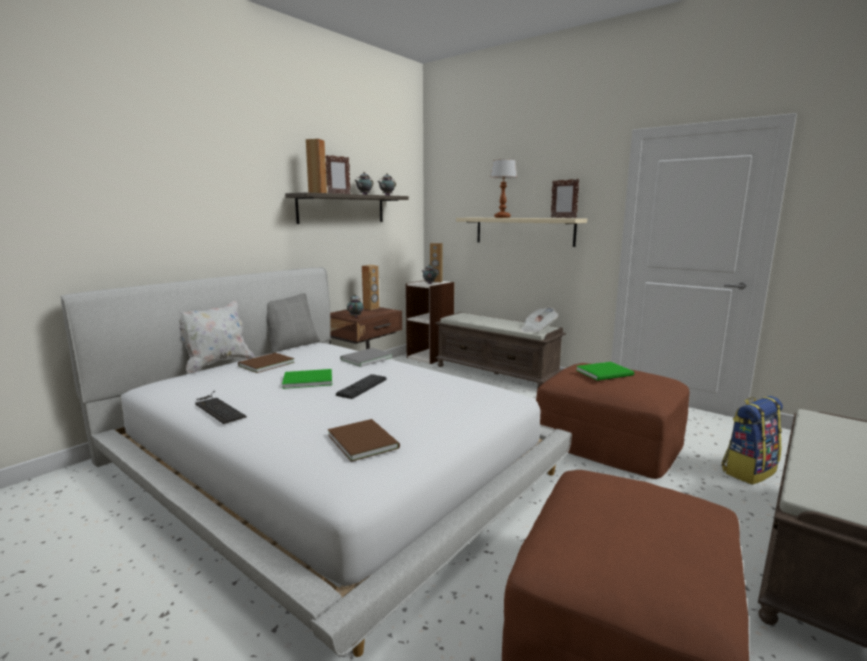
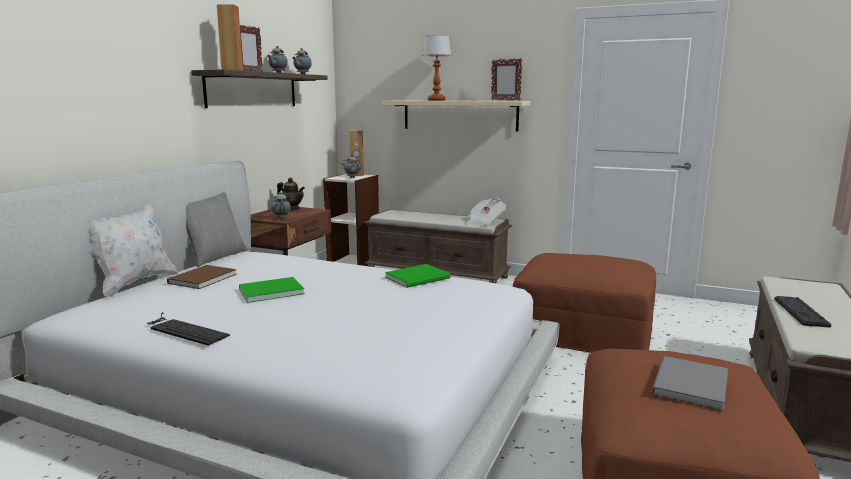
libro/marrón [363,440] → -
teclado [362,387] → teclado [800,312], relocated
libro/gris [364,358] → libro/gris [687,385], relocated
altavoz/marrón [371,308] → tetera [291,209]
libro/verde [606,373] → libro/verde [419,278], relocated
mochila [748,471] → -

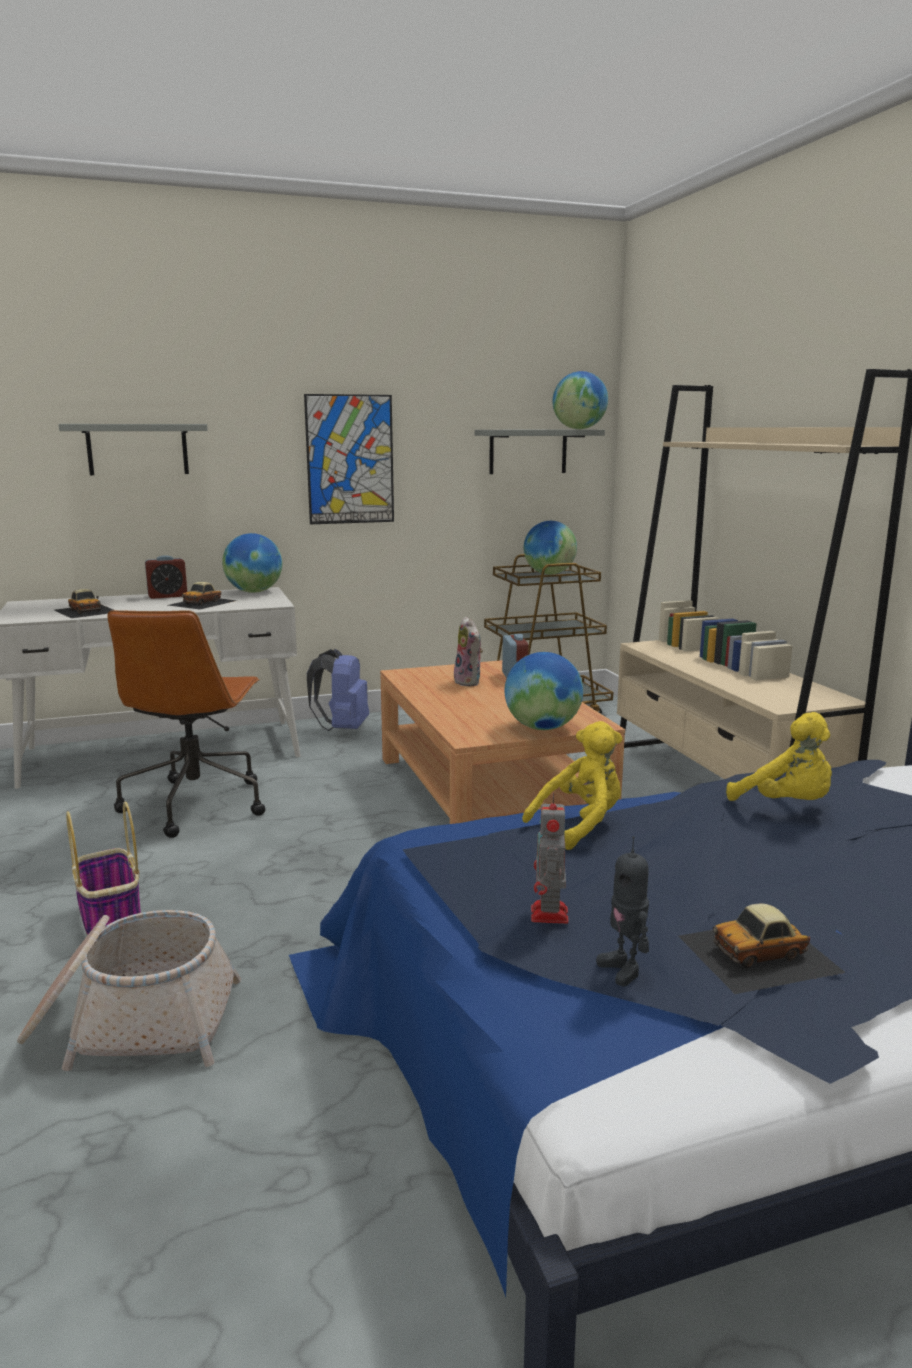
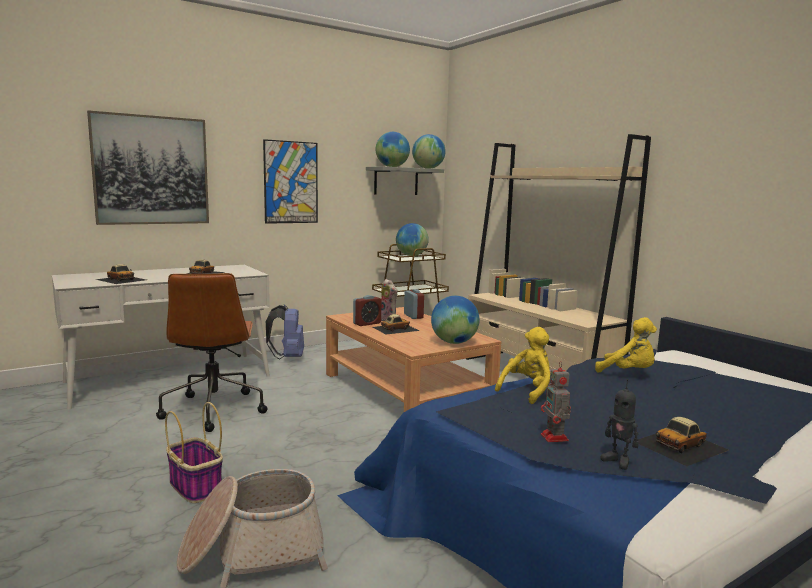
estante/gris [137,449] → cuadro [151,170]
despertador [167,596] → despertador [367,323], relocated
globo terráqueo [253,592] → globo terráqueo [392,167], relocated
- → coche de juguete [395,328]

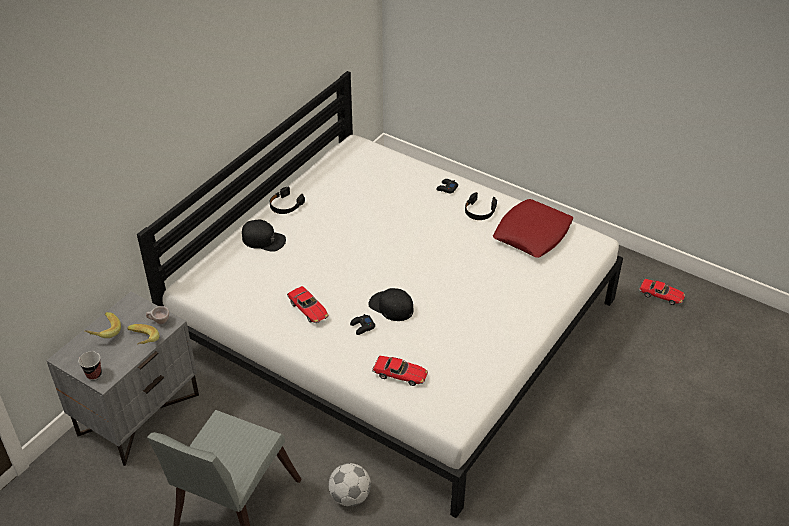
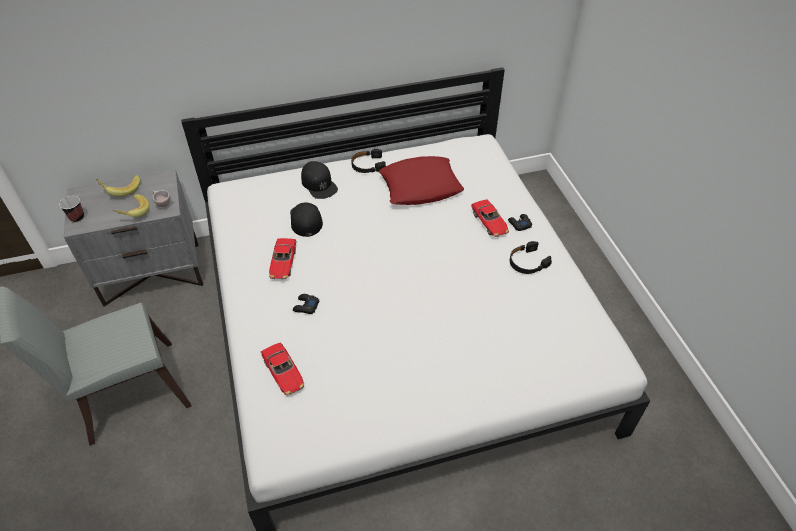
balón de fútbol [350,496] → -
gorra/negro [391,306] → gorra/negro [305,220], relocated
cojín/rojo [532,234] → cojín/rojo [420,187], relocated
coche de juguete [661,295] → coche de juguete [489,222], relocated

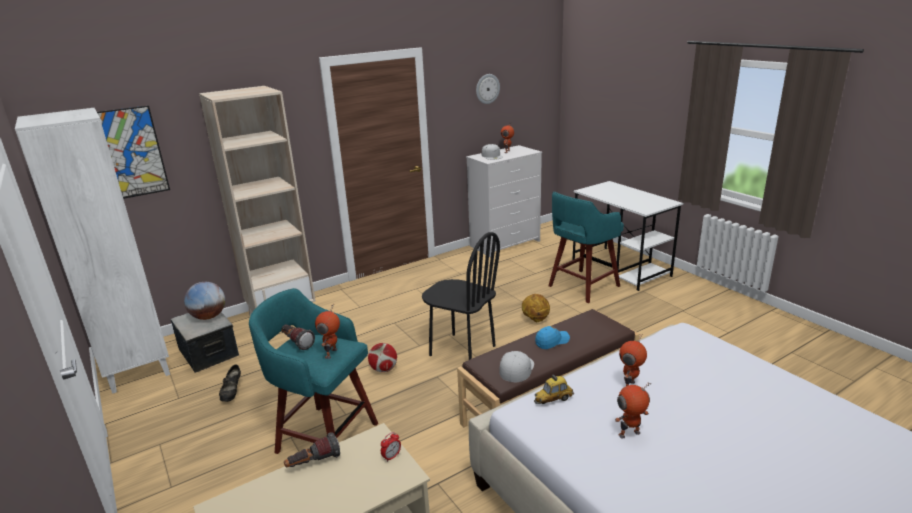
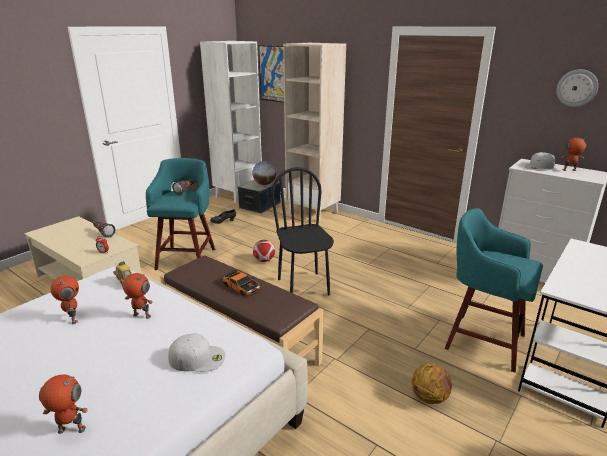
robot de juguete [332,353] → robot de juguete [71,431], relocated
silla/negro [462,351] → silla/negro [304,287], 150 degrees clockwise
gorra/blanco [516,368] → gorra/blanco [198,358], relocated
balón de baloncesto [535,319] → balón de baloncesto [430,397], relocated
gorra/azul [552,341] → coche de juguete [242,287]

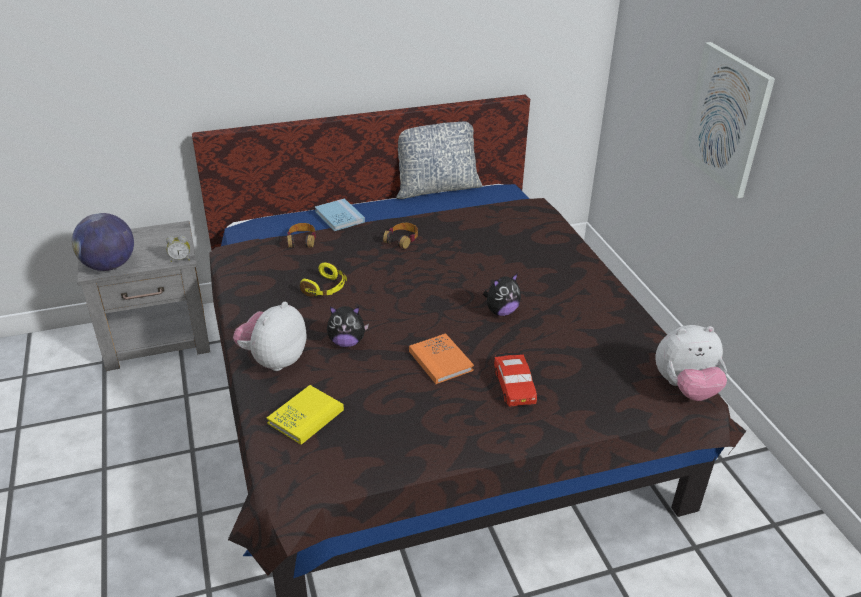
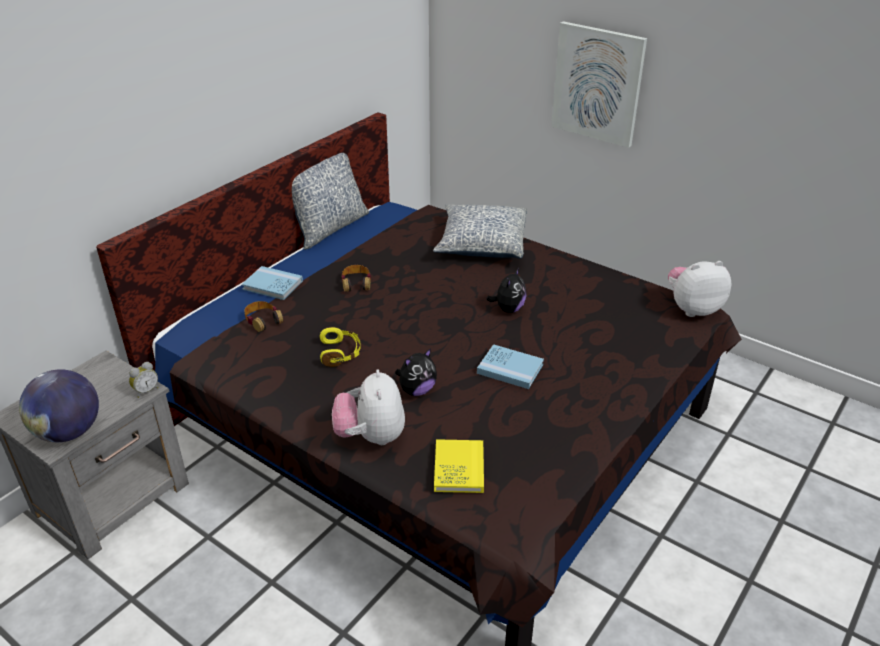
libro/naranja [440,361] → libro/azul [510,369]
coche de juguete/rojo [514,386] → -
peluche [685,388] → peluche [692,308], 150 degrees counterclockwise
- → cojín [481,243]

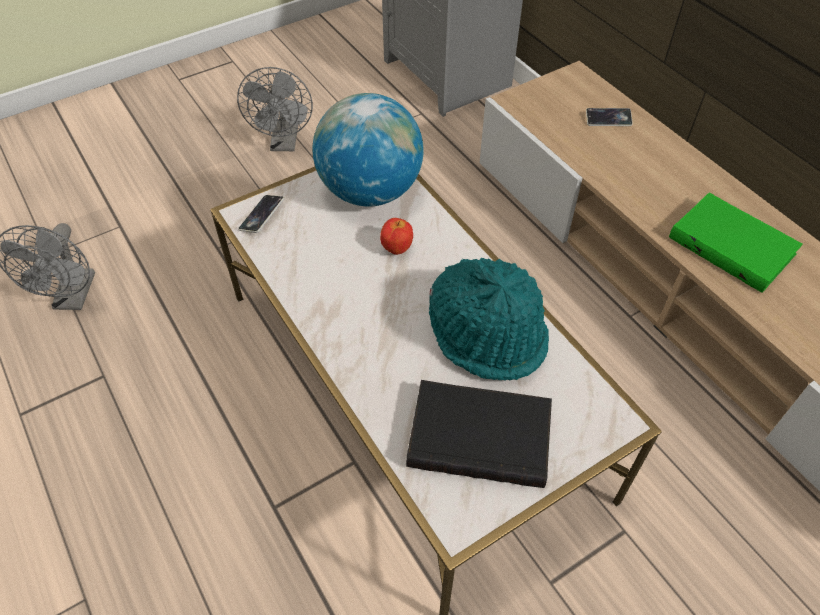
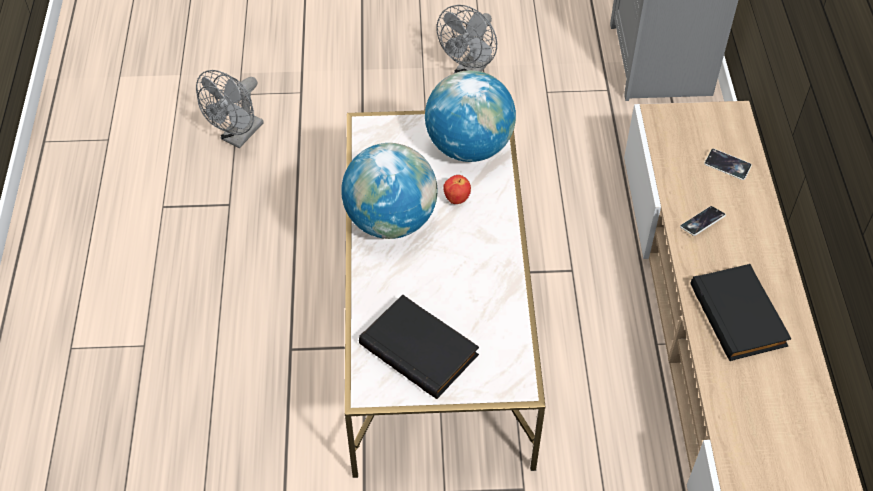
móvil [262,216] → móvil [702,222], relocated
sombrero/turquesa [488,332] → -
libro/verde [733,245] → libro/negro [740,315]
- → globo terráqueo [391,221]

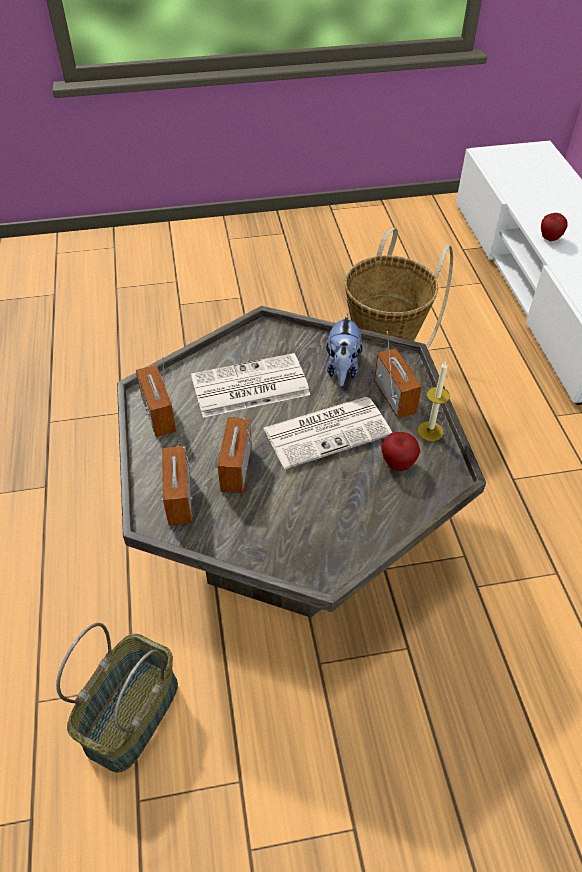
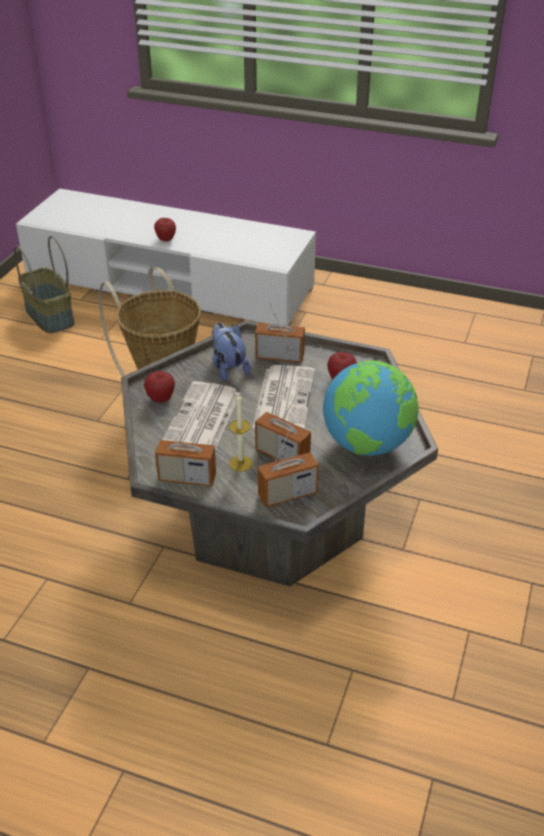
cesta [131,713] → cesta [49,316], relocated
radio [179,499] → radio [287,495], 45 degrees counterclockwise
peluche [342,369] → peluche [228,368], 150 degrees counterclockwise
vela [430,431] → vela [241,463], relocated
- → manzana [161,399]
- → globo terráqueo [367,444]

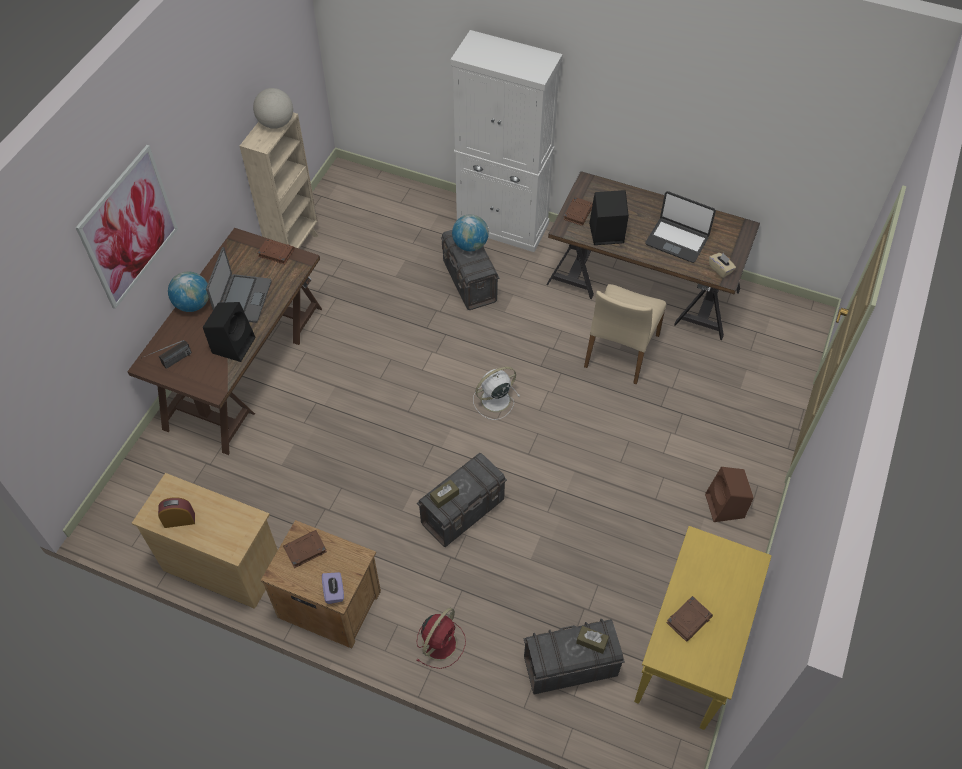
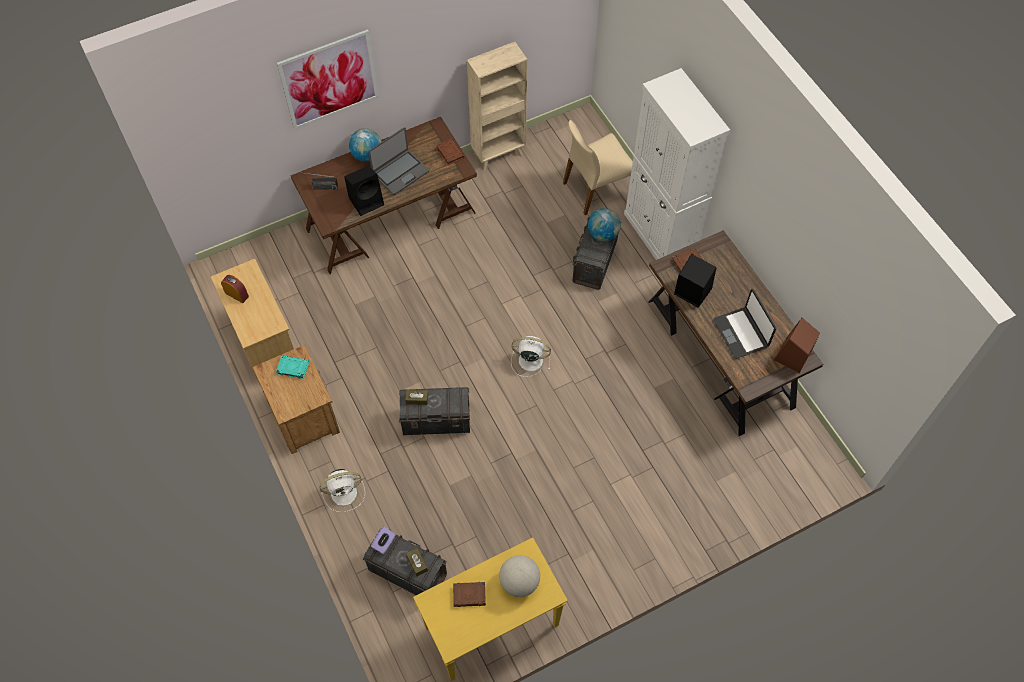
globo terráqueo [276,123] → globo terráqueo [519,582], relocated
libro/marrón [305,550] → libro/turquesa [292,368]
caja de pañuelos/morado [334,592] → caja de pañuelos/morado [384,543], relocated
ventilador/rojo [440,642] → ventilador/blanco [345,492]
silla/beis [620,351] → silla/beis [597,189], relocated
altavoz/marrón [725,507] → altavoz/marrón [792,356], relocated
caja de pañuelos/beis [720,269] → -

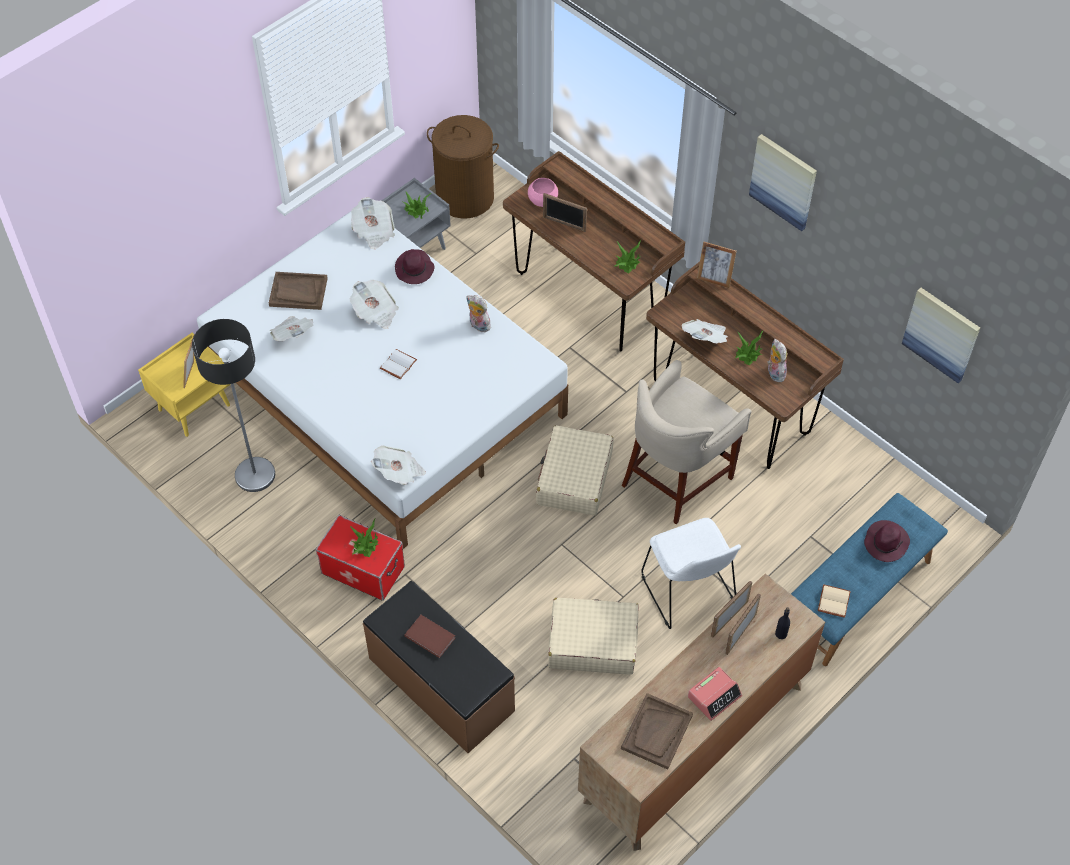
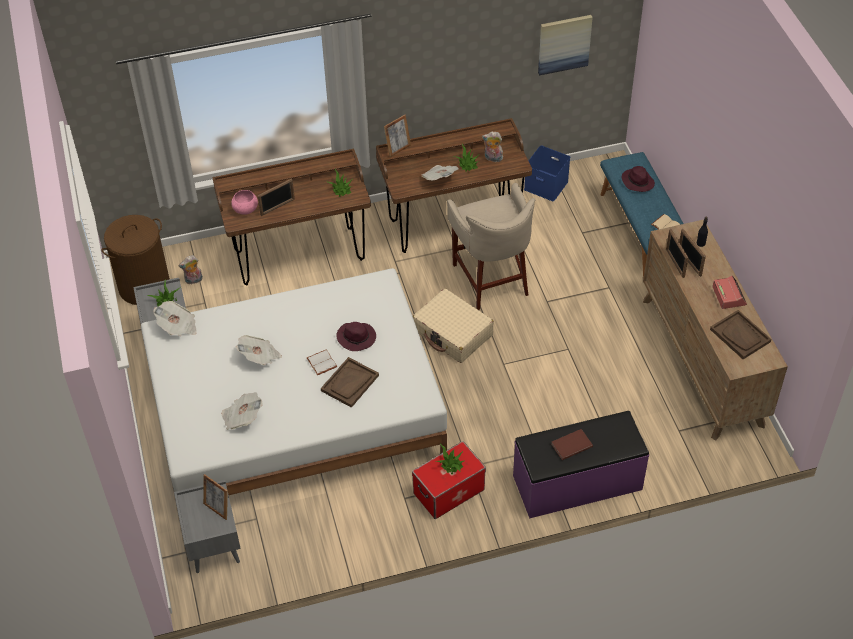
mesita de noche/amarillo [194,407] → mesita de noche/gris [212,545]
lámpara de pie [254,474] → -
bandeja/marrón [298,292] → bandeja/marrón [350,383], relocated
banco/marrón [440,685] → banco/morado [577,483]
periódico [399,473] → -
sombrero/morado [414,269] → sombrero/morado [357,338], relocated
peluche [478,325] → peluche [193,281], relocated
maleta/beis [592,642] → -
silla/blanco [689,592] → -
cuadro [783,181] → -
- → caja de almacenaje/azul [547,185]

